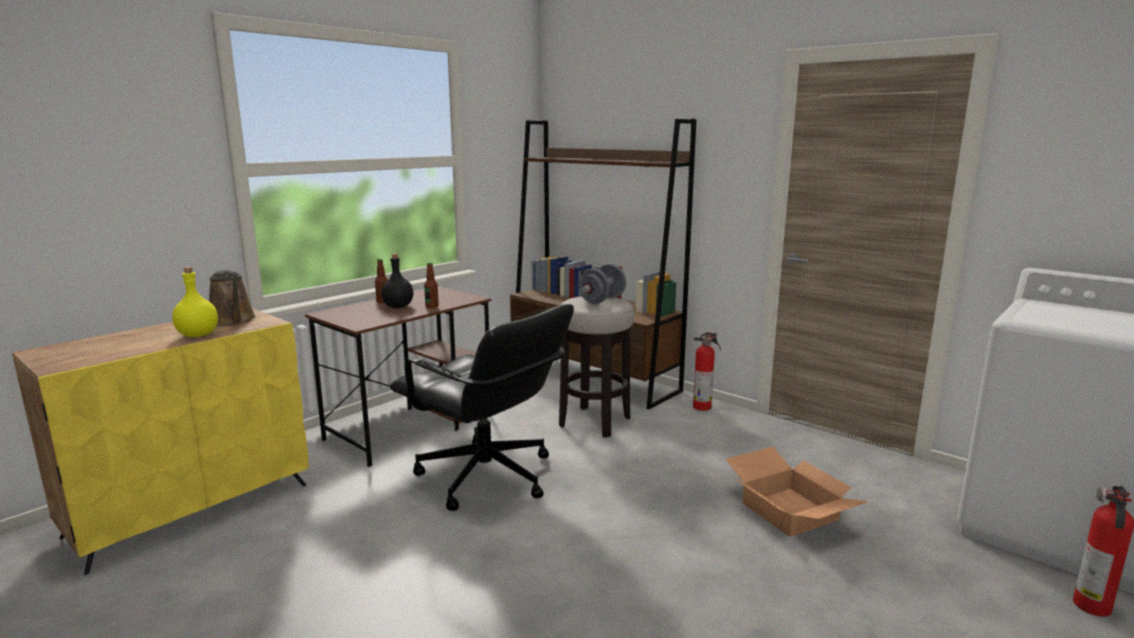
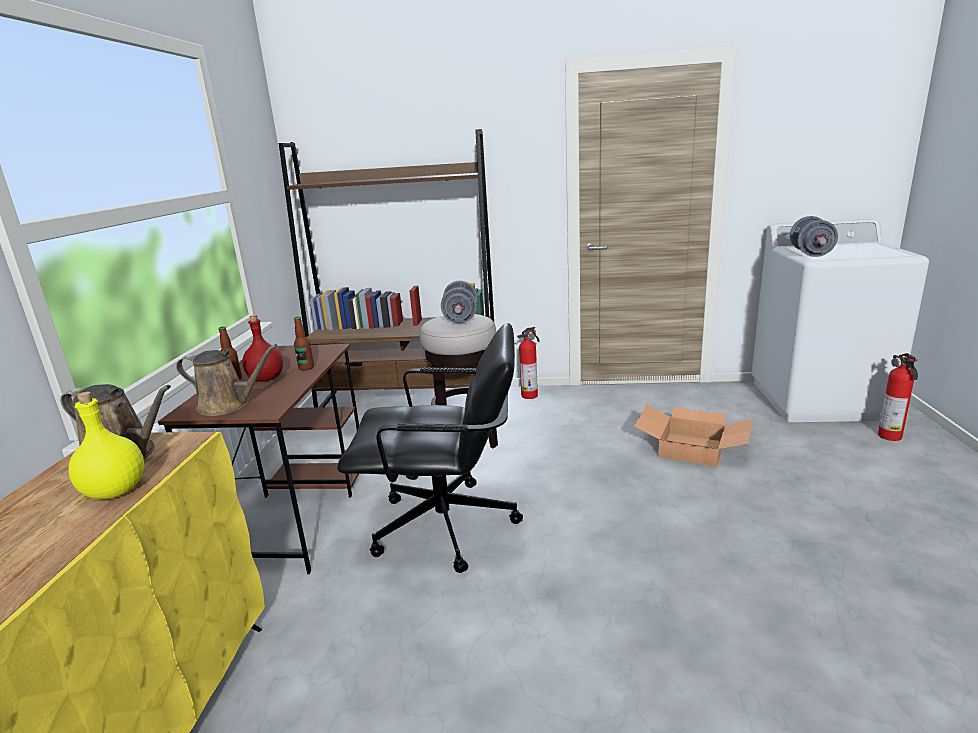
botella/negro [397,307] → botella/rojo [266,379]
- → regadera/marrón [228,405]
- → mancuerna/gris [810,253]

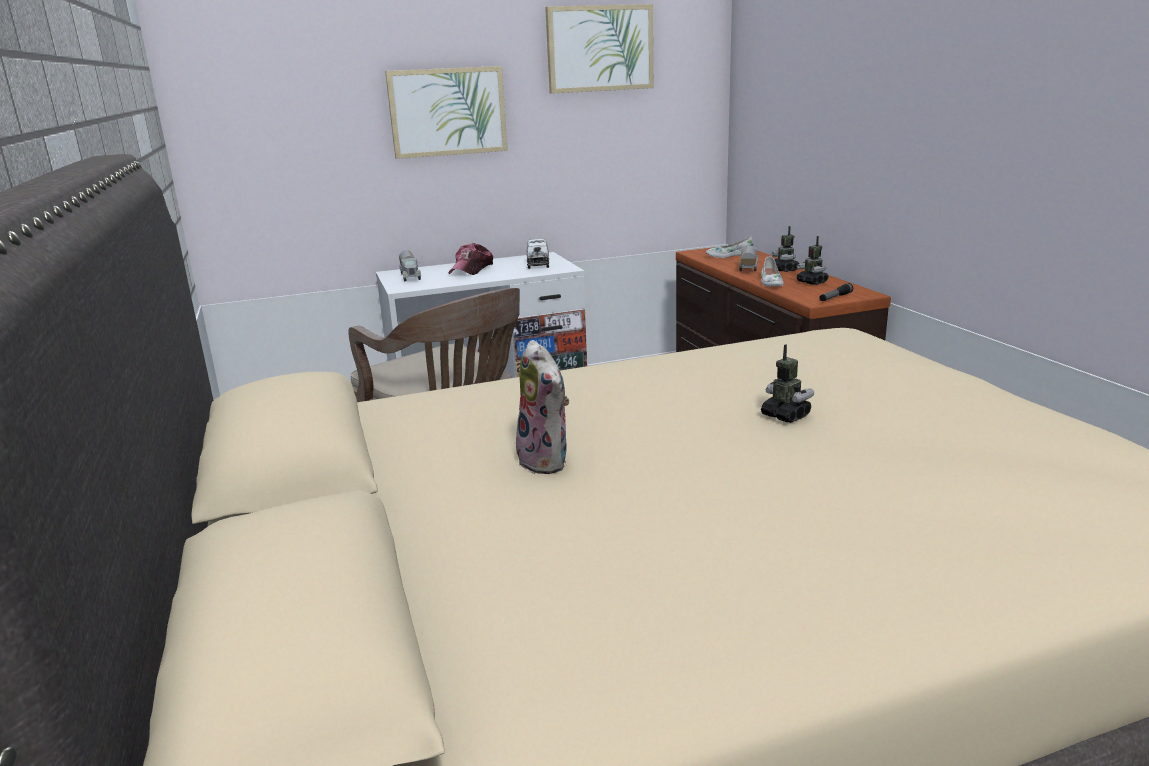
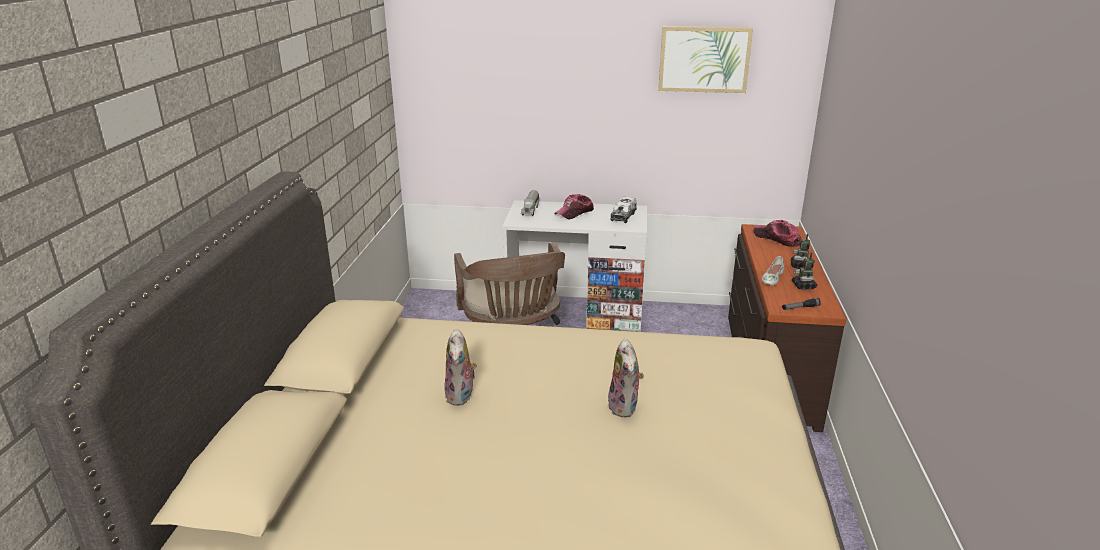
cuadro [447,112] → -
zapato/blanco [729,255] → gorra [777,238]
camión de juguete [747,268] → -
robot de juguete [785,416] → peluche [625,407]

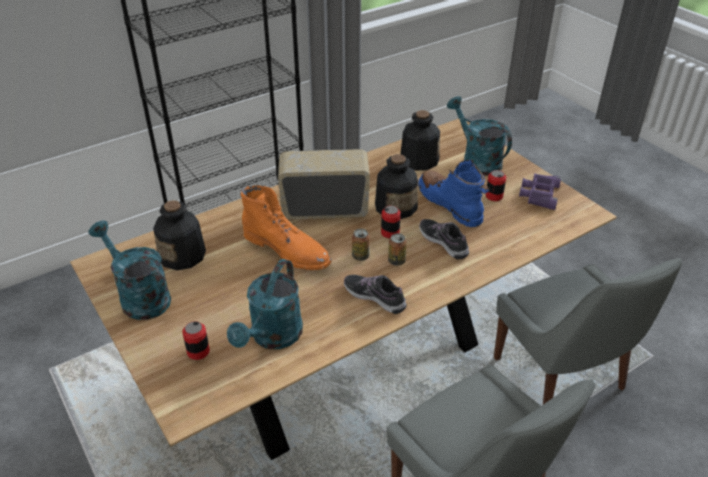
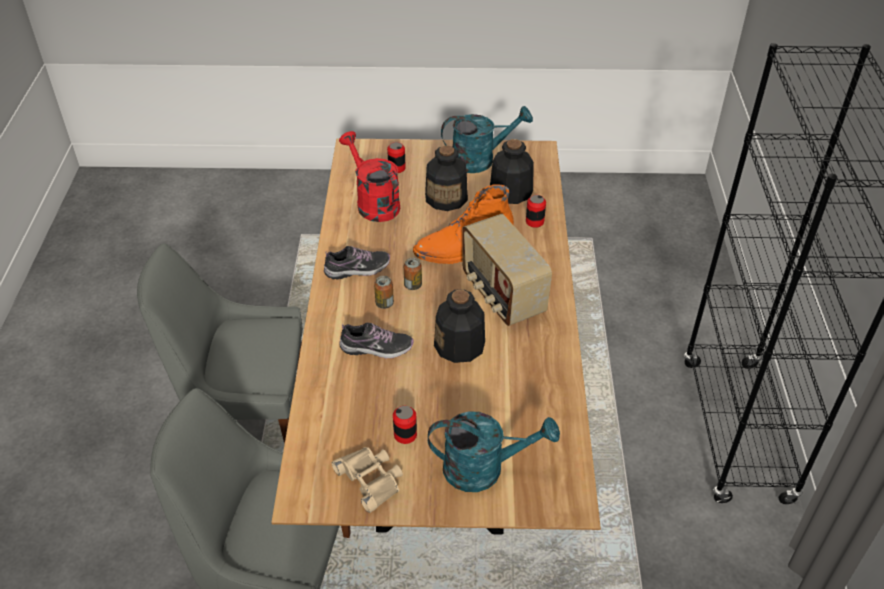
regadera/turquesa [273,338] → regadera/rojo [373,203]
radio [325,209] → radio [501,295], 120 degrees clockwise
lata [390,233] → lata [534,222], relocated
botella [418,160] → botella [446,198], relocated
bota/azul [450,205] → -
prismáticos/morado [539,194] → prismáticos/beis [371,479]

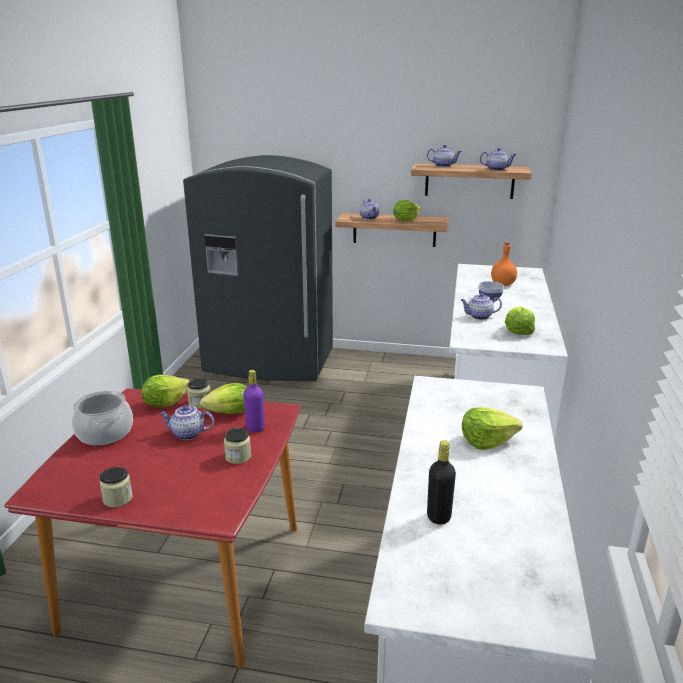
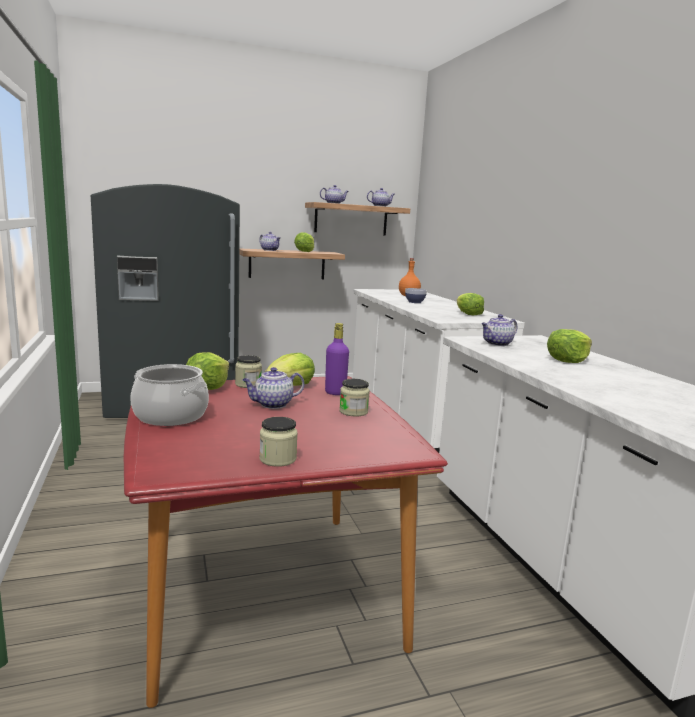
botella/negro [438,517] → -
tetera [479,317] → tetera [497,344], relocated

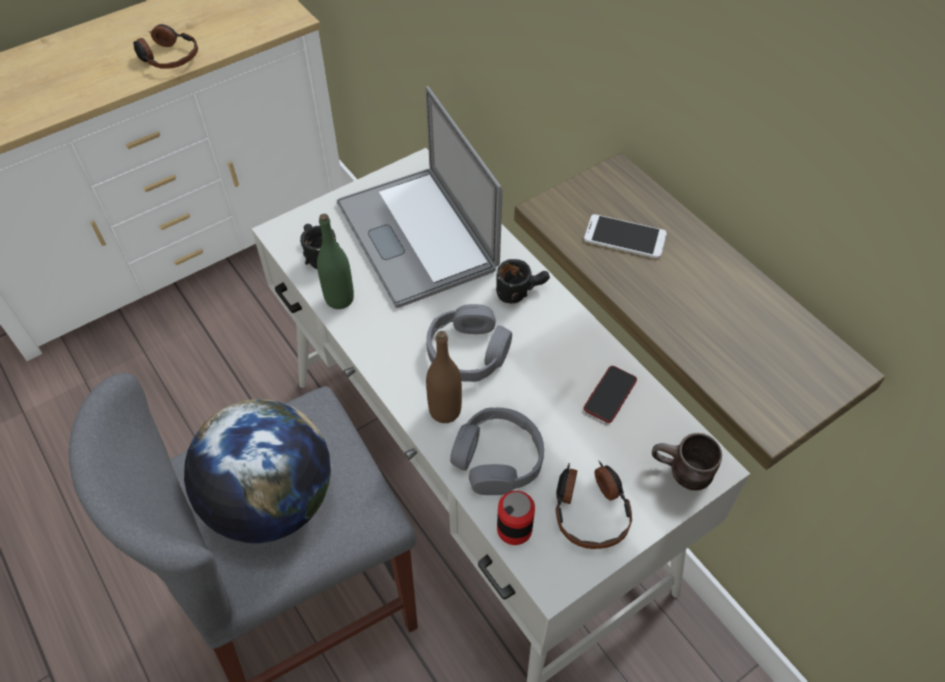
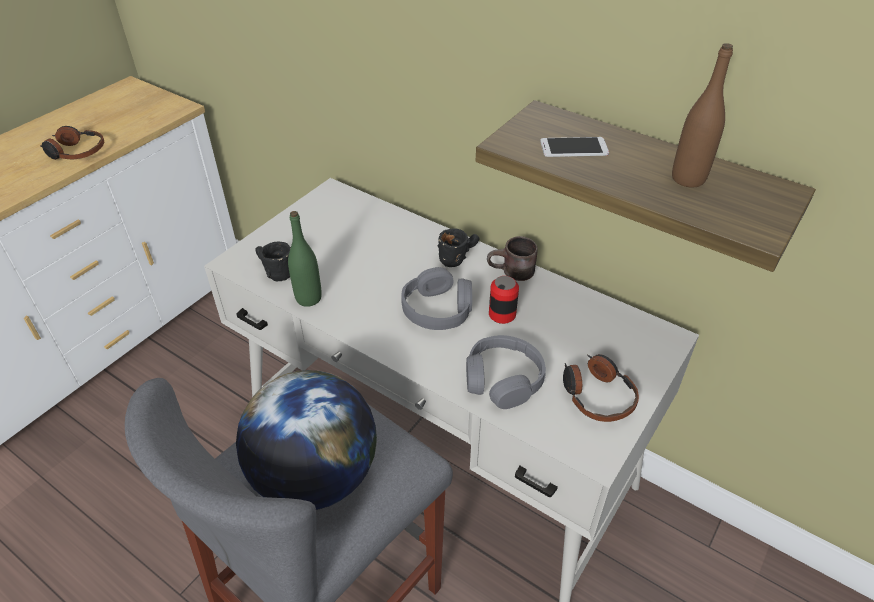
portátil [416,235] → -
botella/marrón [445,411] → botella/marrón [688,179], relocated
lata [514,529] → lata [502,314], relocated
móvil [610,394] → -
taza grande/marrón [681,474] → taza grande/marrón [512,274], relocated

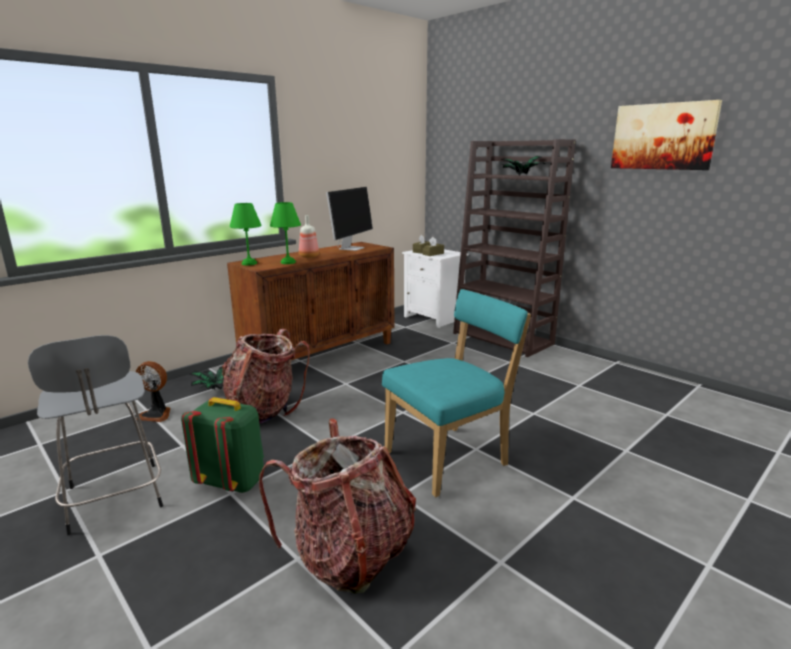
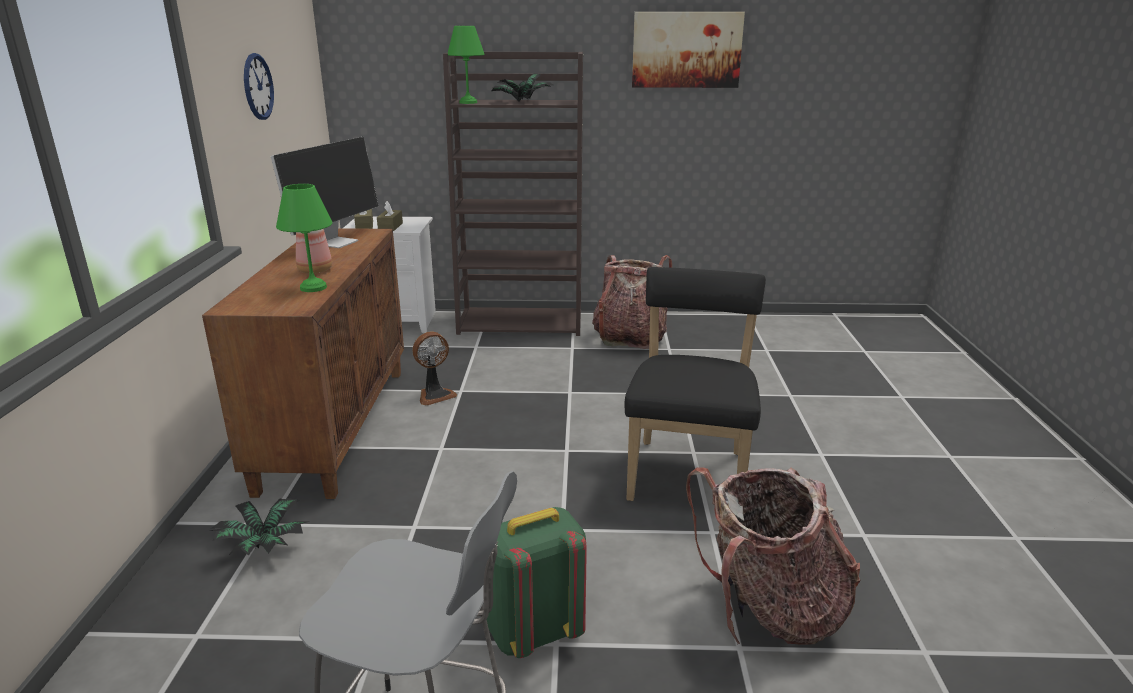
ventilador [157,414] → ventilador [435,395], relocated
mochila [264,409] → mochila [630,337], relocated
lámpara de mesa/verde [248,263] → lámpara de mesa/verde [467,102], relocated
monitor [351,248] → monitor [336,242], 45 degrees clockwise
silla/turquesa [451,457] → silla/negro [689,472]
- → reloj de pared [258,86]

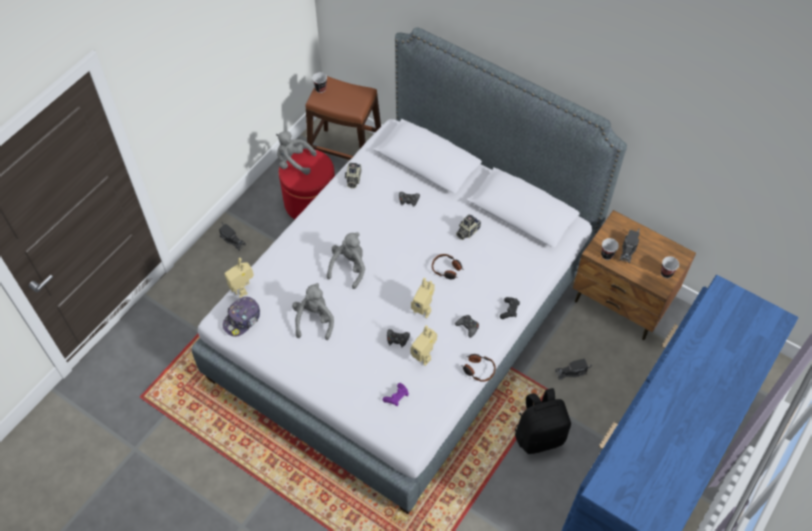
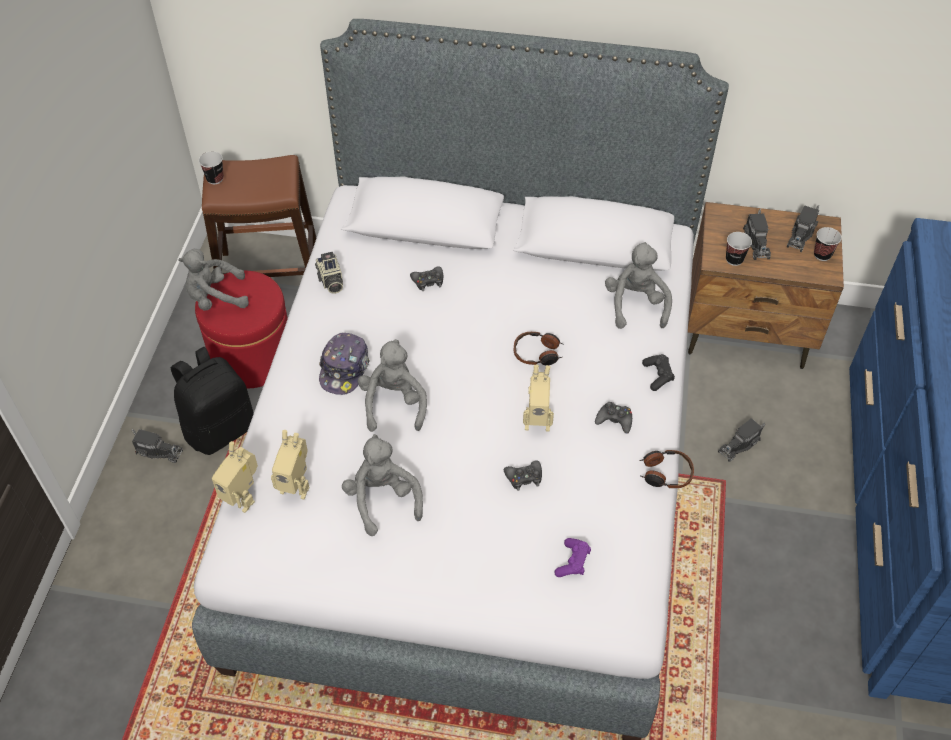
gorra [242,319] → gorra [345,369], relocated
robot de juguete [424,356] → robot de juguete [296,486], relocated
cámara [467,231] → -
mochila/negro [539,435] → mochila/negro [220,428], relocated
- → peluche/gris [635,305]
- → camión de juguete [801,235]

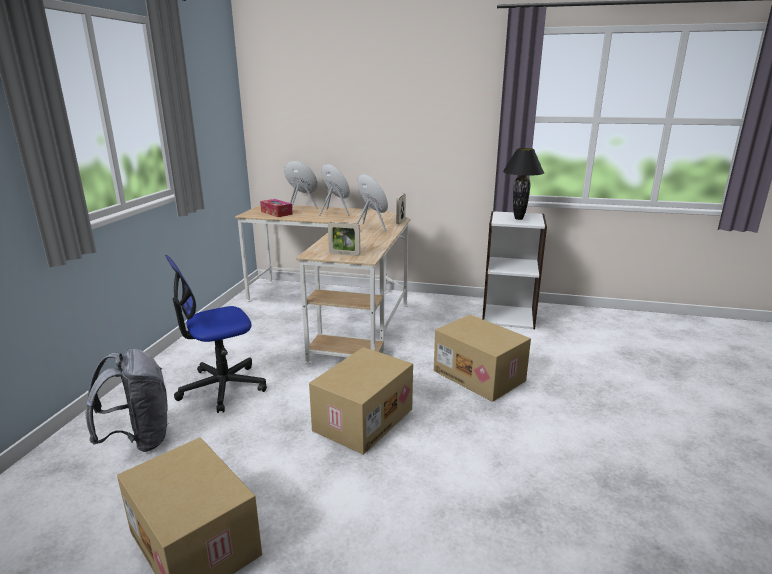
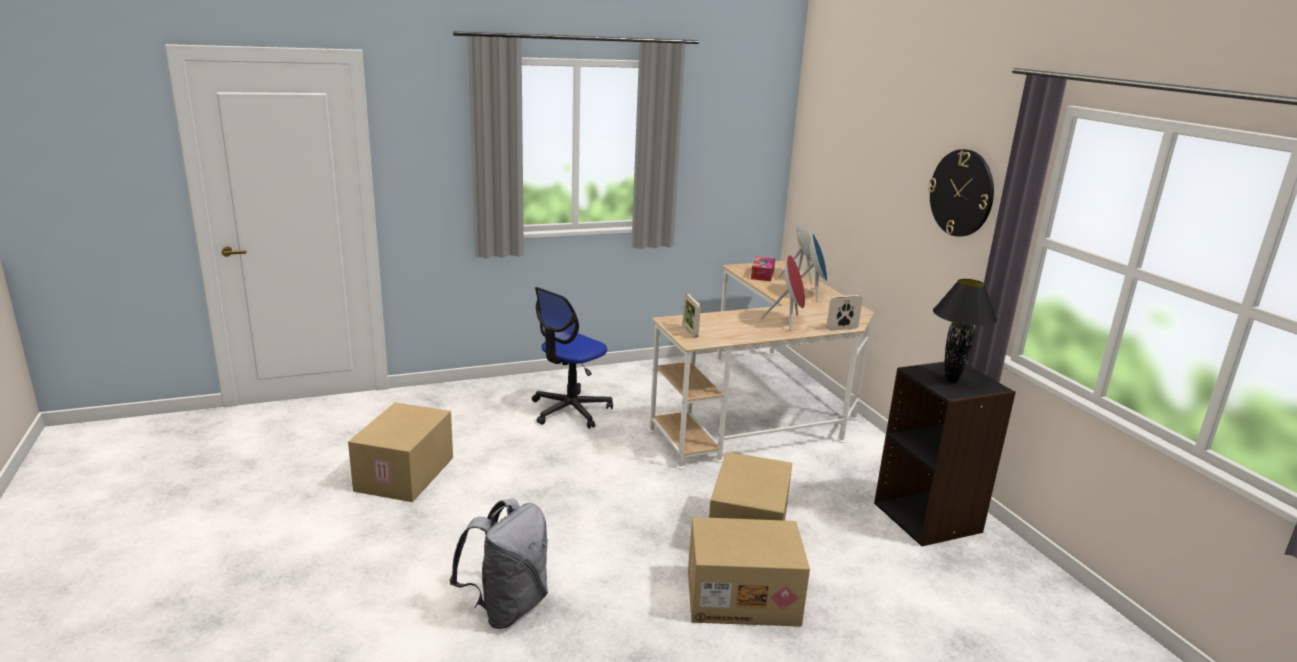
mochila/gris [139,439] → mochila/gris [507,607], relocated
silla de oficina [222,387] → silla de oficina [570,410], 75 degrees counterclockwise
caja de cartón [362,419] → caja de cartón [743,596], relocated
estantería/blanco [508,316] → estantería/negro [928,517]
- → reloj de pared [961,193]

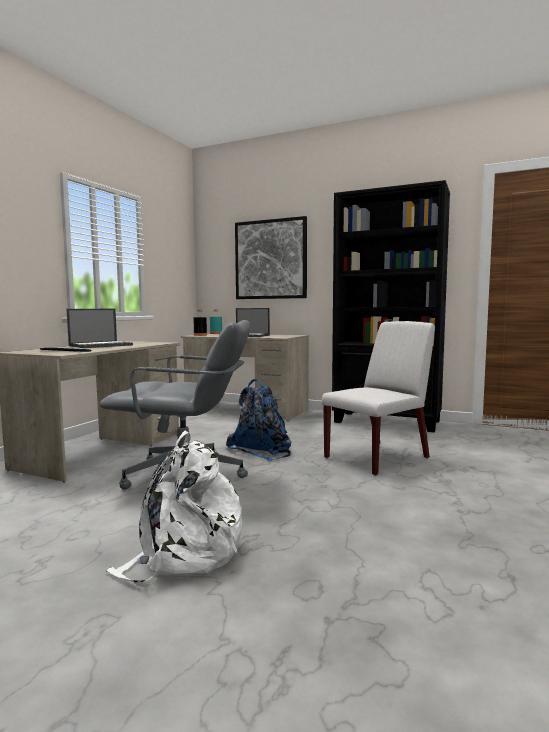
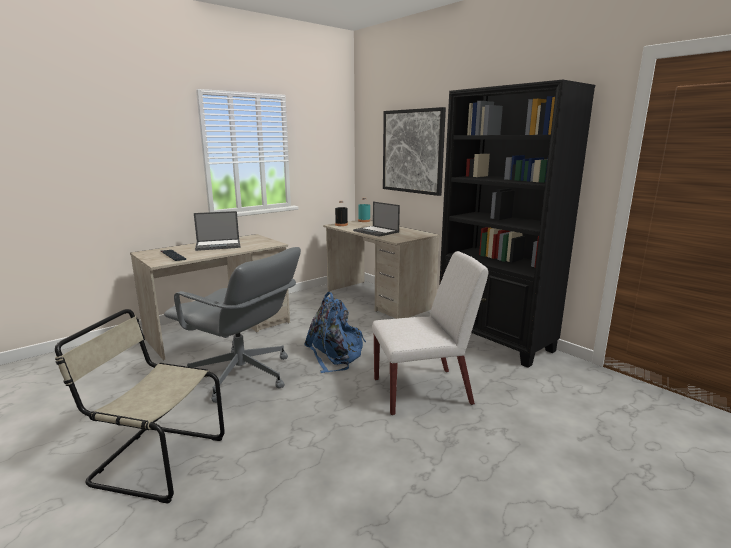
mochila/blanco [184,554] → silla/beis [154,460]

